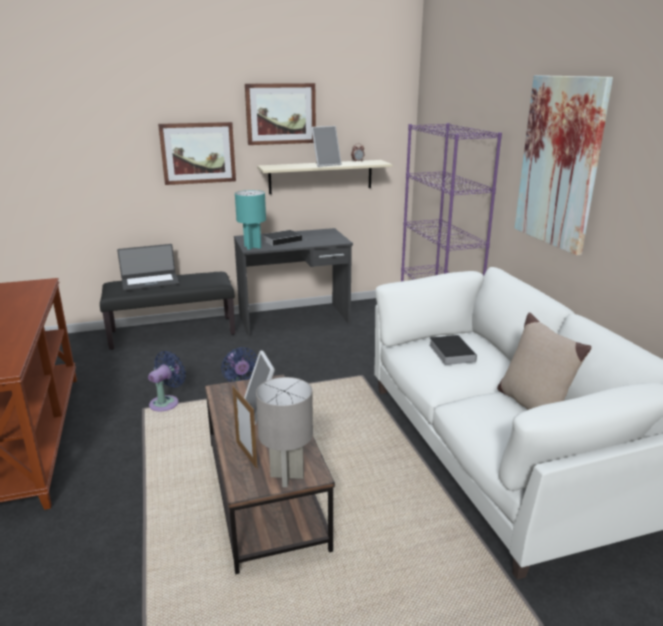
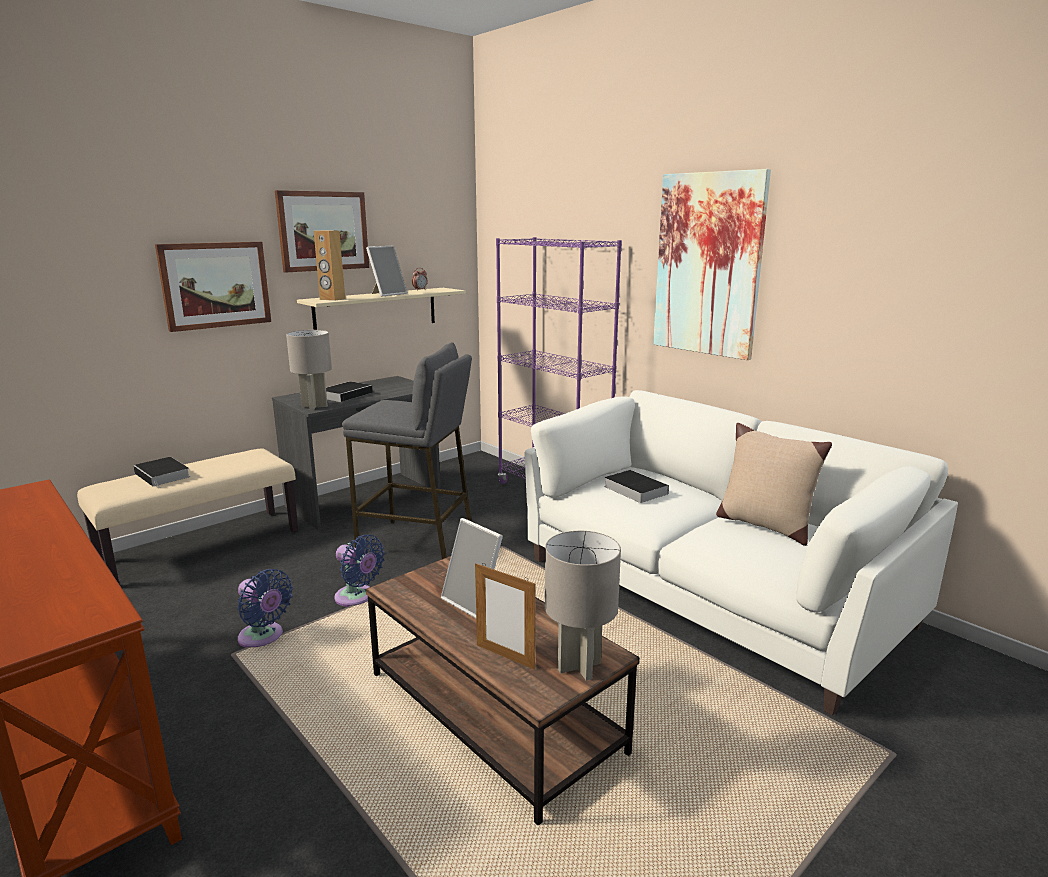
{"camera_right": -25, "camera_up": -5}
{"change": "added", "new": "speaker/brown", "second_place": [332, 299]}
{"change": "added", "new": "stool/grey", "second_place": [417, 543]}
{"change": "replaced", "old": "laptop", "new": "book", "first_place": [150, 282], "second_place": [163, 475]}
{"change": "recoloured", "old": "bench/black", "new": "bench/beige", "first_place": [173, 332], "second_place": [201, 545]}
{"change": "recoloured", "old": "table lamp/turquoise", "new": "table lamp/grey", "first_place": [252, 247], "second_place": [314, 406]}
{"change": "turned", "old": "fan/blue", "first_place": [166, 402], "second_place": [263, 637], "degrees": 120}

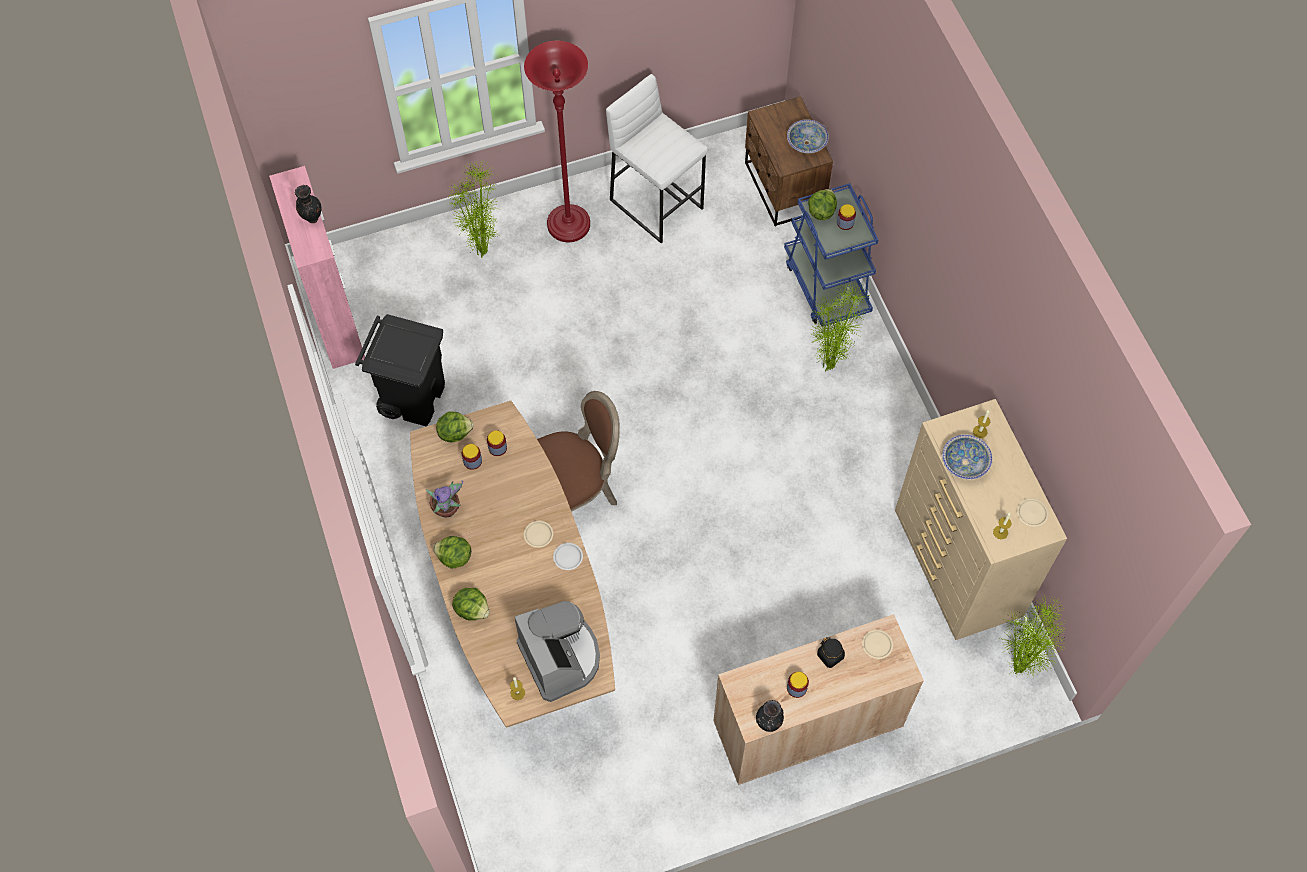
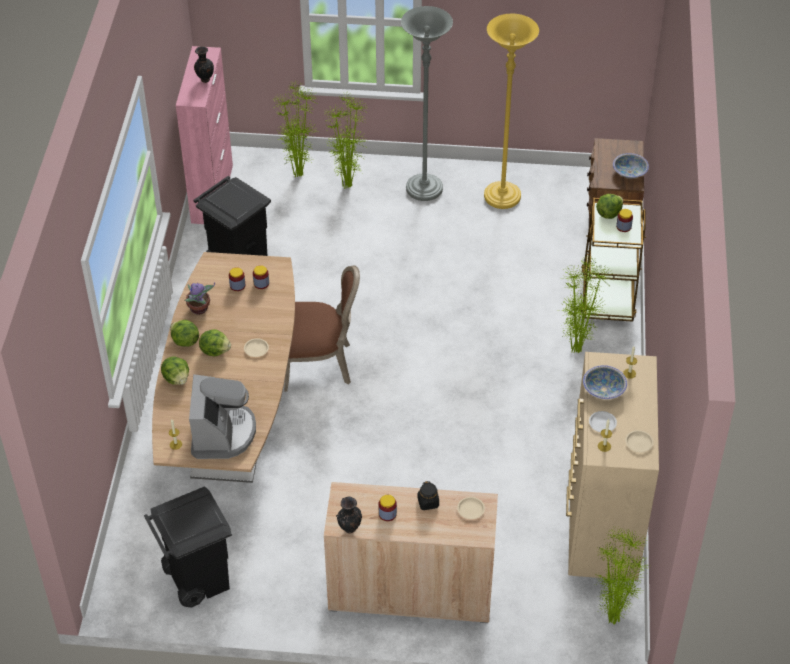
{"camera_right": 25, "camera_up": -15}
{"change": "added", "new": "trash can/black", "second_place": [196, 579]}
{"change": "added", "new": "potted plant", "second_place": [299, 175]}
{"change": "moved", "old": "lettuce", "first_place": [455, 433], "second_place": [215, 350]}
{"change": "moved", "old": "plate/white", "first_place": [568, 557], "second_place": [602, 423]}
{"change": "replaced", "old": "stool/white", "new": "floor lamp/yellow", "first_place": [657, 203], "second_place": [502, 197]}
{"change": "recoloured", "old": "floor lamp/red", "new": "floor lamp/grey", "first_place": [568, 225], "second_place": [424, 189]}
{"change": "recoloured", "old": "cart/blue", "new": "cart/brown", "first_place": [826, 285], "second_place": [607, 294]}

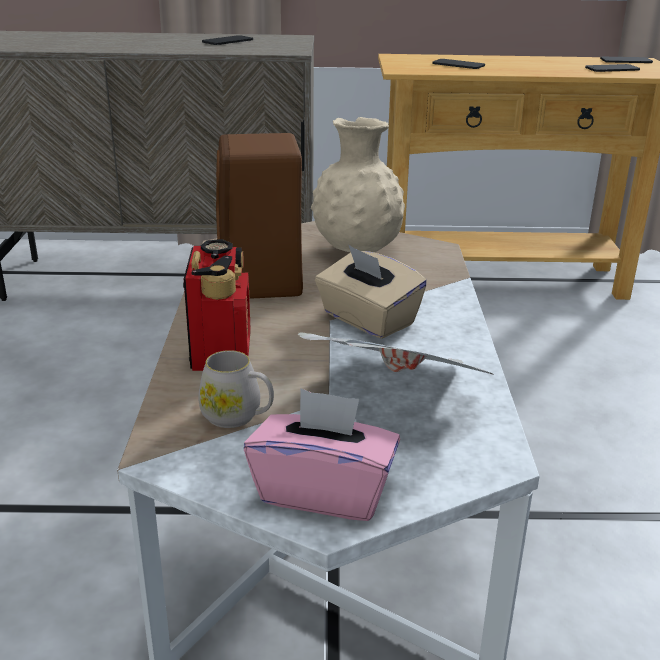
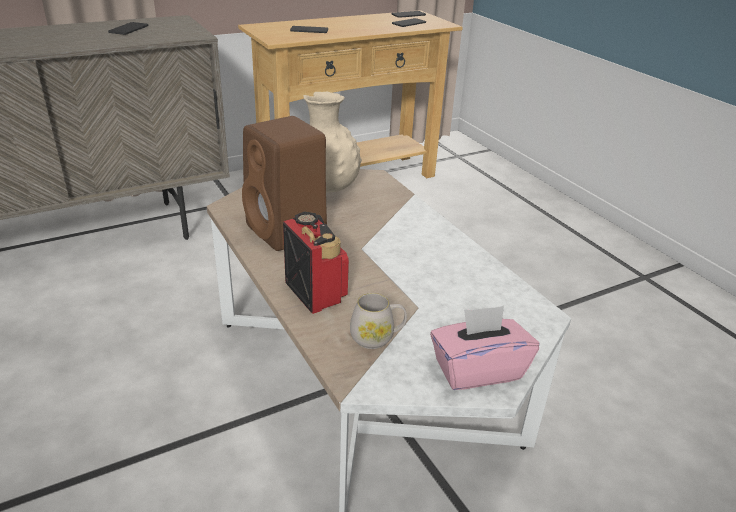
{"camera_right": -30, "camera_up": 5}
{"change": "removed", "old": "newspaper", "first_place": [399, 398]}
{"change": "removed", "old": "tissue box/beige", "first_place": [367, 320]}

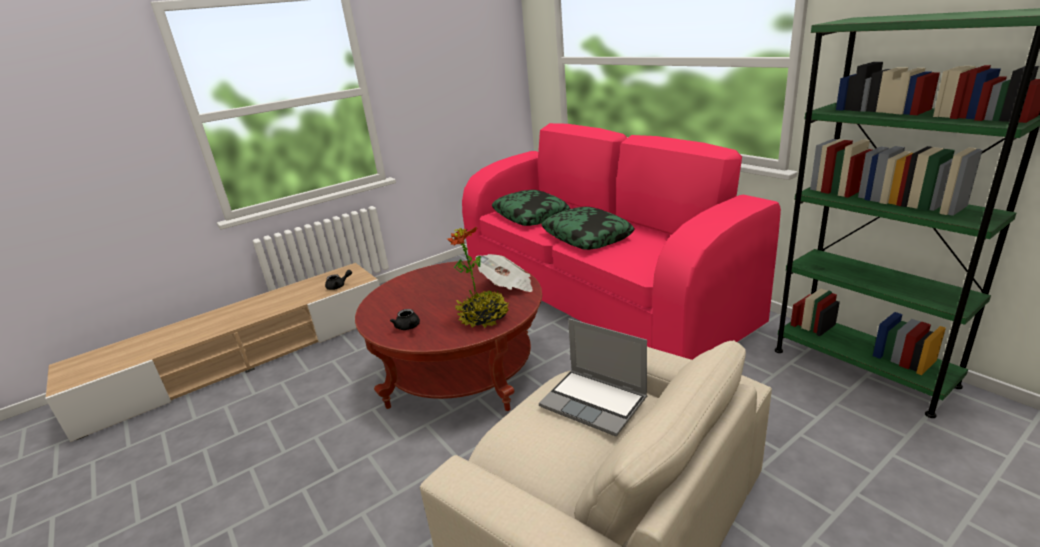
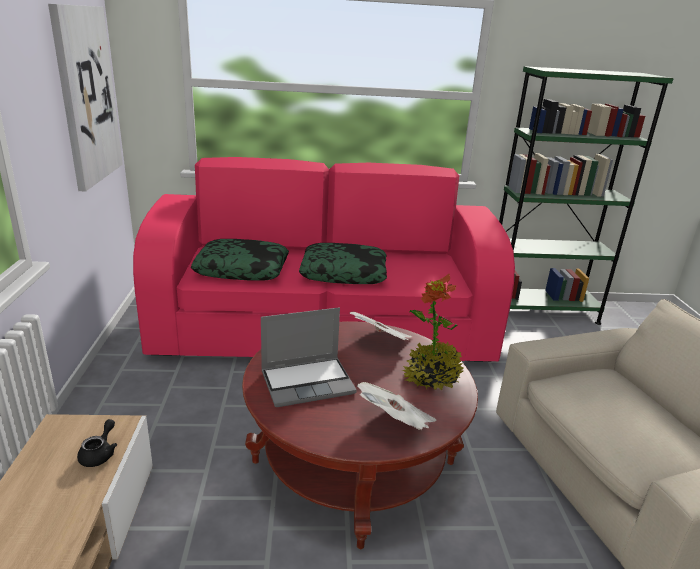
{"camera_right": -60, "camera_up": 0}
{"change": "added", "new": "picture", "second_place": [87, 96]}
{"change": "moved", "old": "laptop", "first_place": [595, 402], "second_place": [308, 382]}
{"change": "replaced", "old": "teapot/black", "new": "newspaper", "first_place": [409, 327], "second_place": [396, 423]}

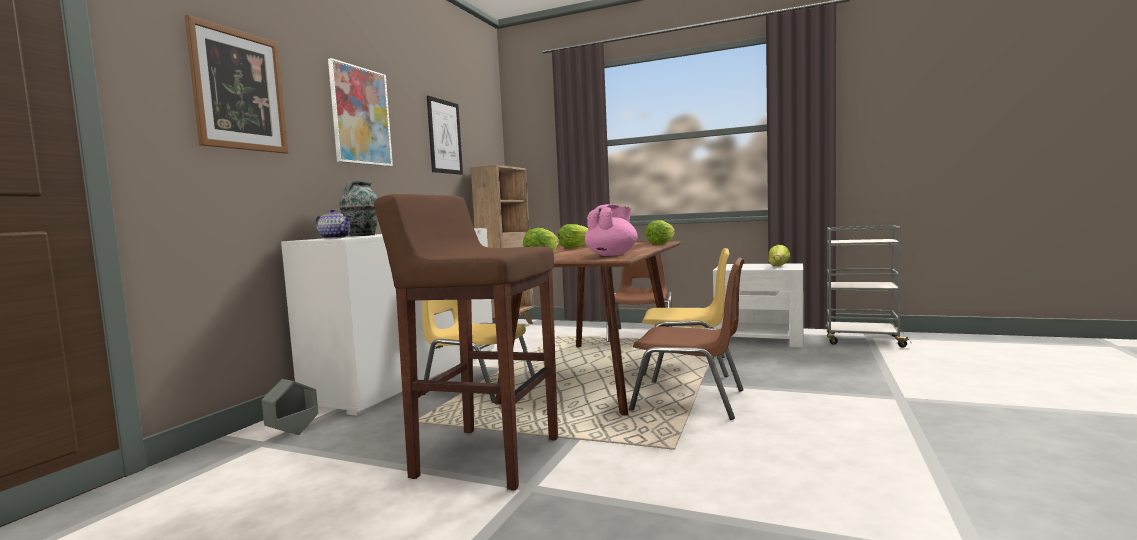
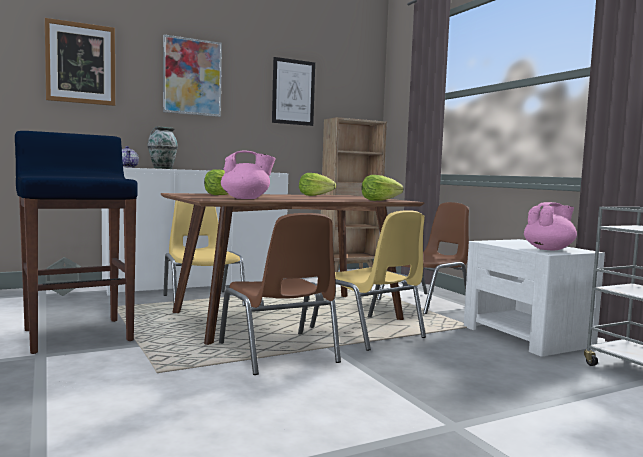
{"camera_right": 40, "camera_up": 0}
{"change": "replaced", "old": "lettuce", "new": "teapot/pink", "first_place": [779, 266], "second_place": [549, 249]}
{"change": "recoloured", "old": "stool/brown", "new": "stool/blue", "first_place": [486, 457], "second_place": [78, 334]}

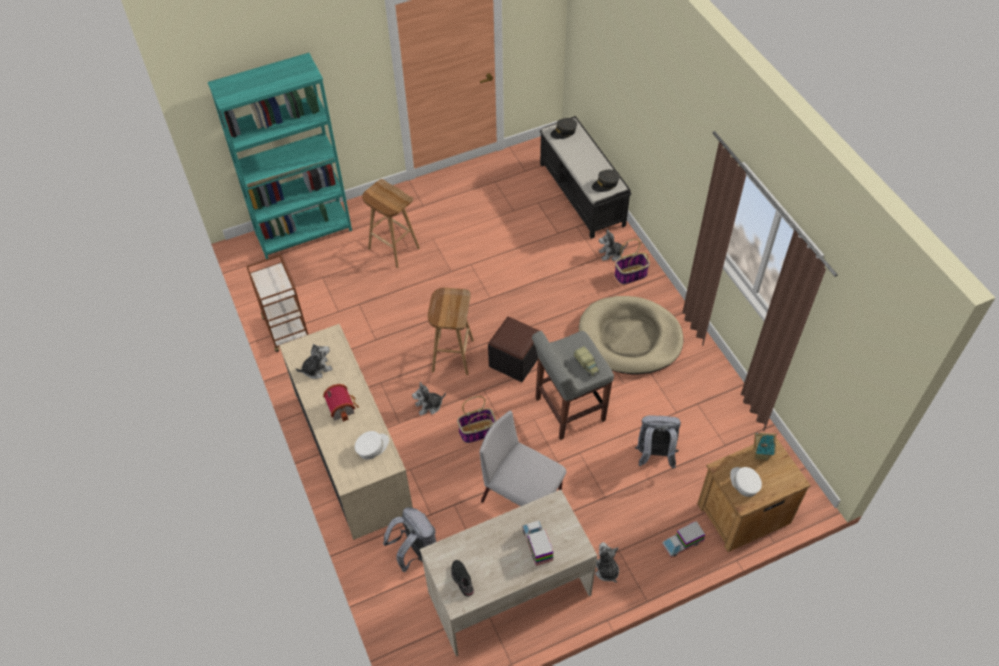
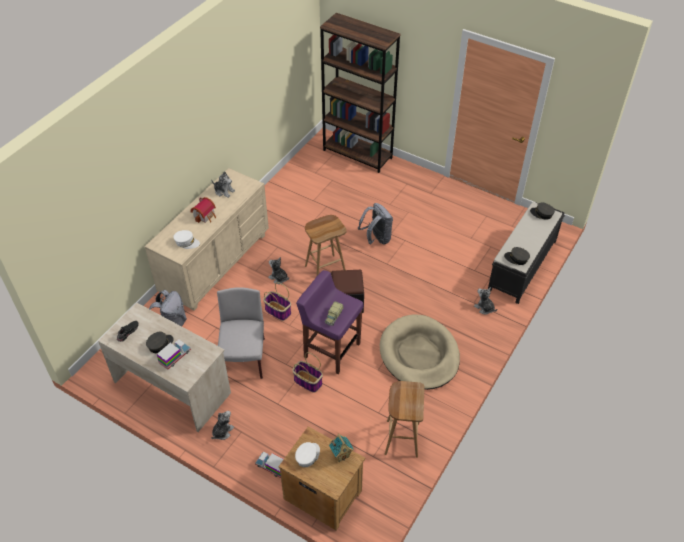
{"camera_right": 55, "camera_up": -5}
{"change": "removed", "old": "cart/brown", "first_place": [287, 330]}
{"change": "added", "new": "cap/grey", "second_place": [160, 344]}
{"change": "moved", "old": "stool/brown", "first_place": [393, 248], "second_place": [401, 438]}
{"change": "moved", "old": "basket", "first_place": [630, 275], "second_place": [307, 381]}
{"change": "moved", "old": "backpack/grey", "first_place": [654, 455], "second_place": [376, 239]}
{"change": "recoloured", "old": "bookcase/turquoise", "new": "bookcase/brown", "first_place": [304, 232], "second_place": [357, 154]}
{"change": "recoloured", "old": "stool/grey", "new": "stool/purple", "first_place": [568, 410], "second_place": [331, 350]}

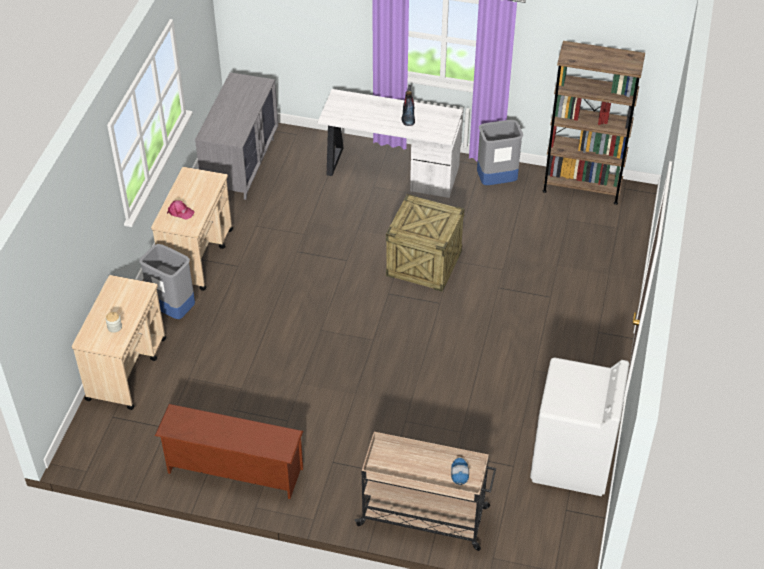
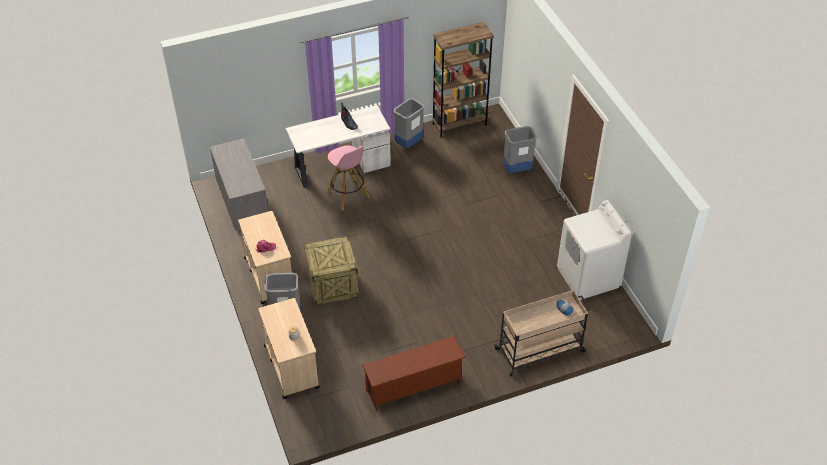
{"camera_right": -35, "camera_up": 0}
{"change": "added", "new": "stool/pink", "second_place": [348, 196]}
{"change": "added", "new": "trash can/grey", "second_place": [517, 169]}
{"change": "moved", "old": "crate", "first_place": [424, 263], "second_place": [332, 284]}

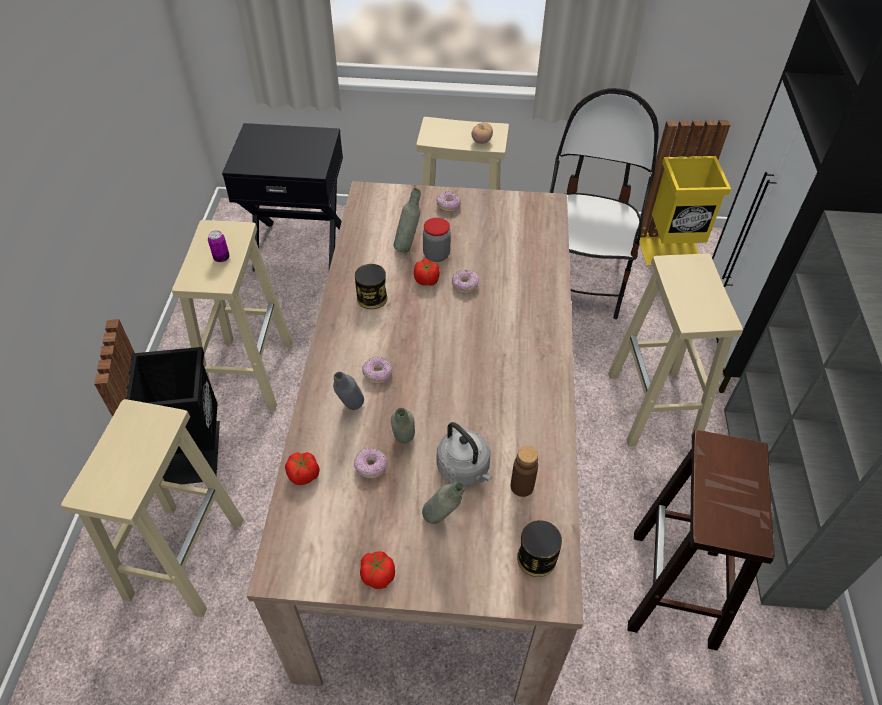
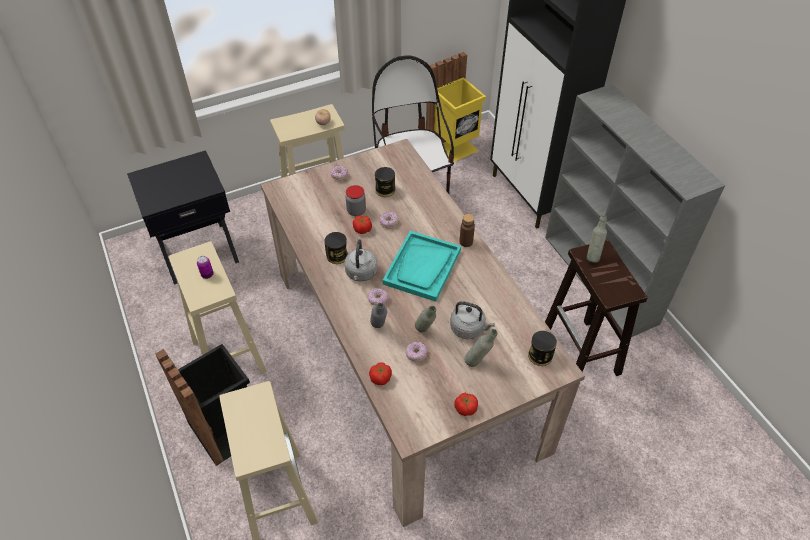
{"camera_right": -30, "camera_up": 0}
{"change": "removed", "old": "stool/beige", "first_place": [653, 408]}
{"change": "added", "new": "kettle/grey", "second_place": [361, 274]}
{"change": "added", "new": "can", "second_place": [385, 190]}
{"change": "added", "new": "tray/turquoise", "second_place": [422, 267]}
{"change": "moved", "old": "bottle/grey", "first_place": [408, 246], "second_place": [592, 256]}
{"change": "moved", "old": "bottle/brown", "first_place": [522, 486], "second_place": [466, 242]}

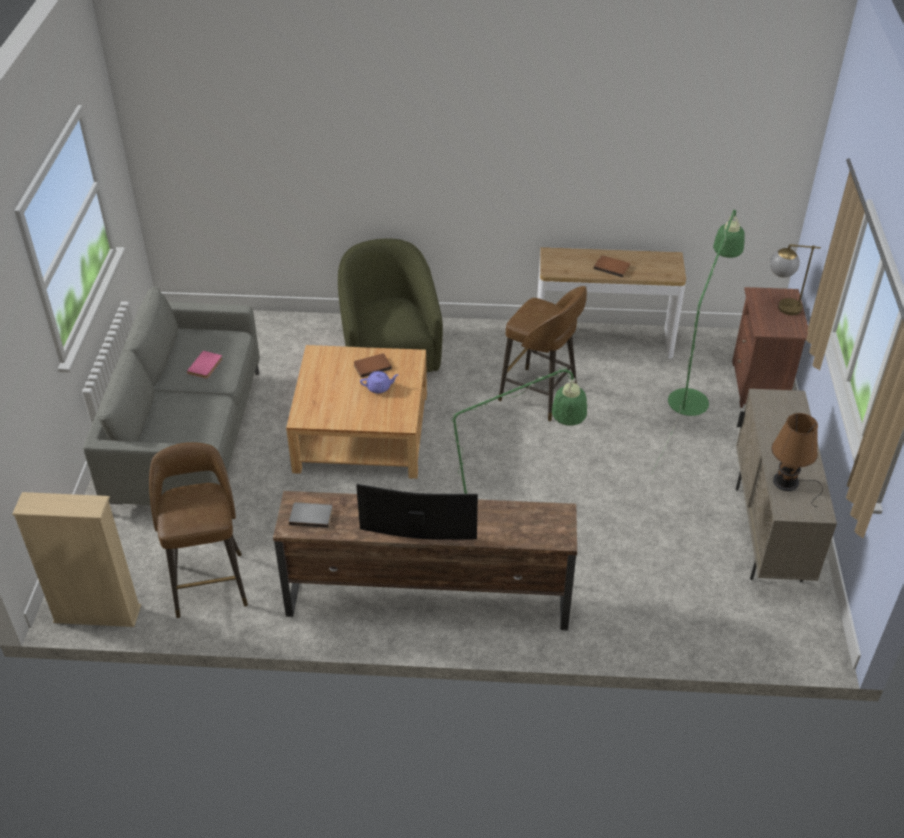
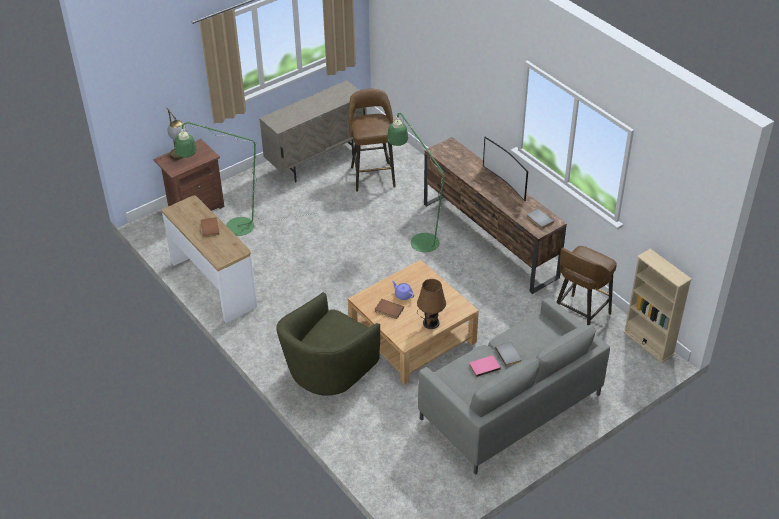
{"camera_right": -130, "camera_up": 0}
{"change": "added", "new": "book/grey", "second_place": [509, 354]}
{"change": "moved", "old": "stool/brown", "first_place": [540, 395], "second_place": [372, 176]}
{"change": "moved", "old": "table lamp/brown", "first_place": [789, 483], "second_place": [430, 321]}

